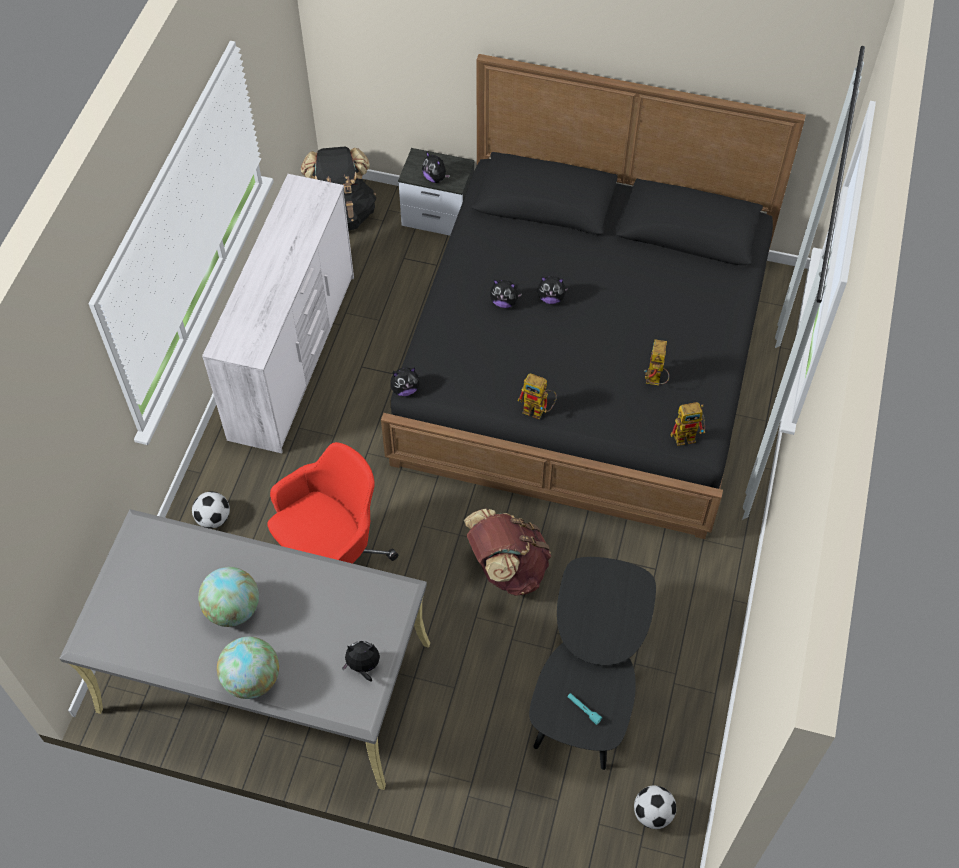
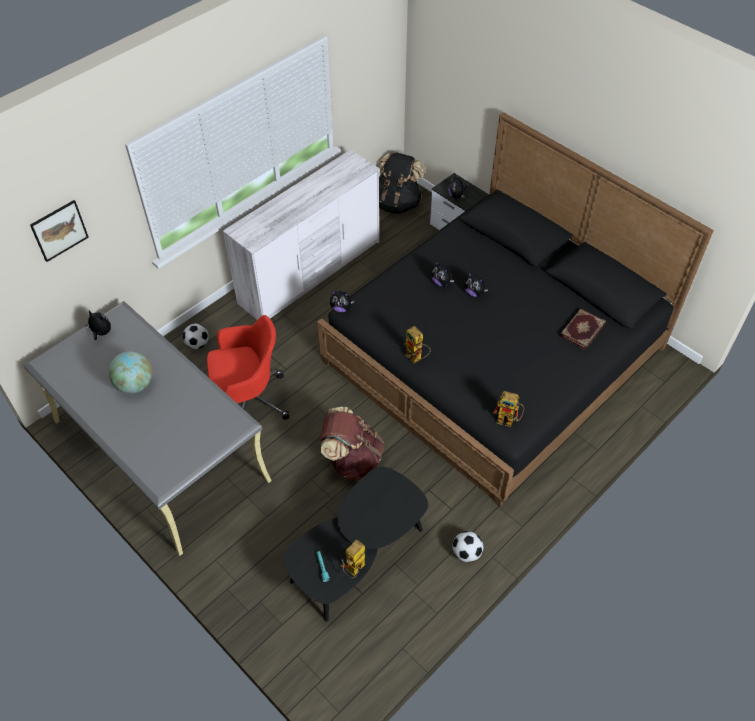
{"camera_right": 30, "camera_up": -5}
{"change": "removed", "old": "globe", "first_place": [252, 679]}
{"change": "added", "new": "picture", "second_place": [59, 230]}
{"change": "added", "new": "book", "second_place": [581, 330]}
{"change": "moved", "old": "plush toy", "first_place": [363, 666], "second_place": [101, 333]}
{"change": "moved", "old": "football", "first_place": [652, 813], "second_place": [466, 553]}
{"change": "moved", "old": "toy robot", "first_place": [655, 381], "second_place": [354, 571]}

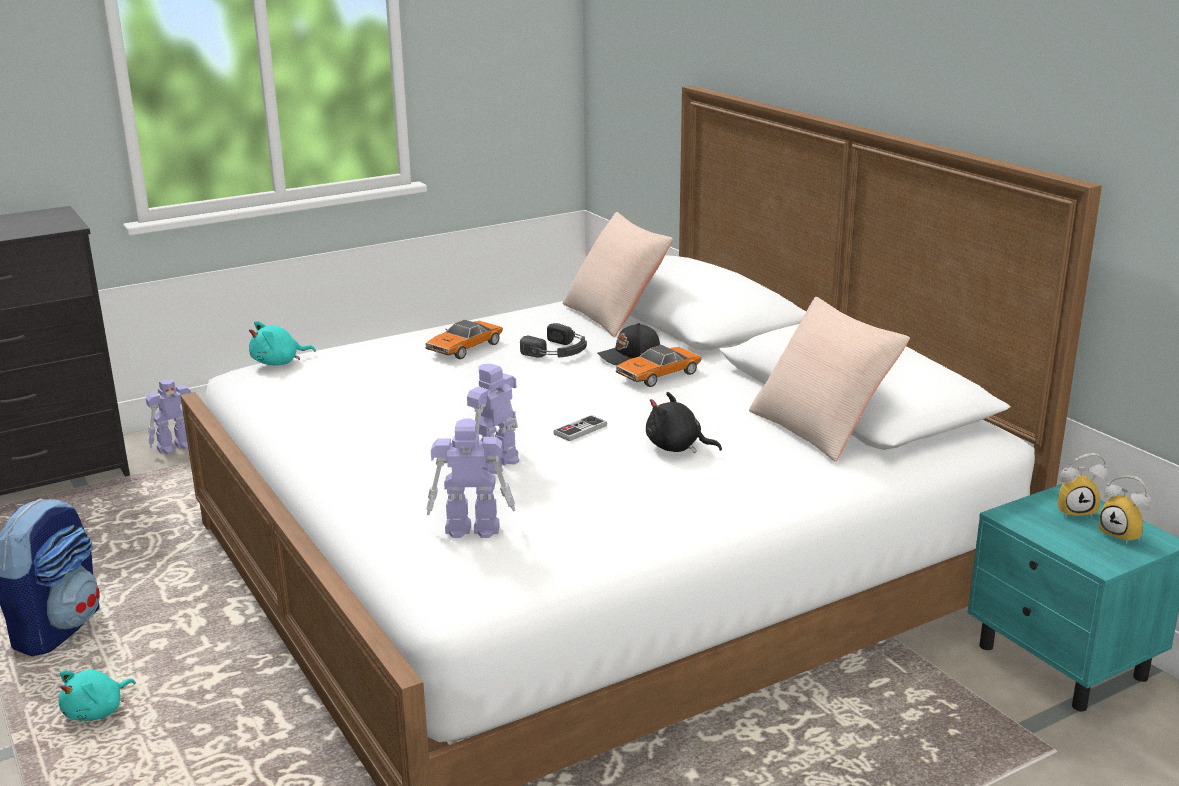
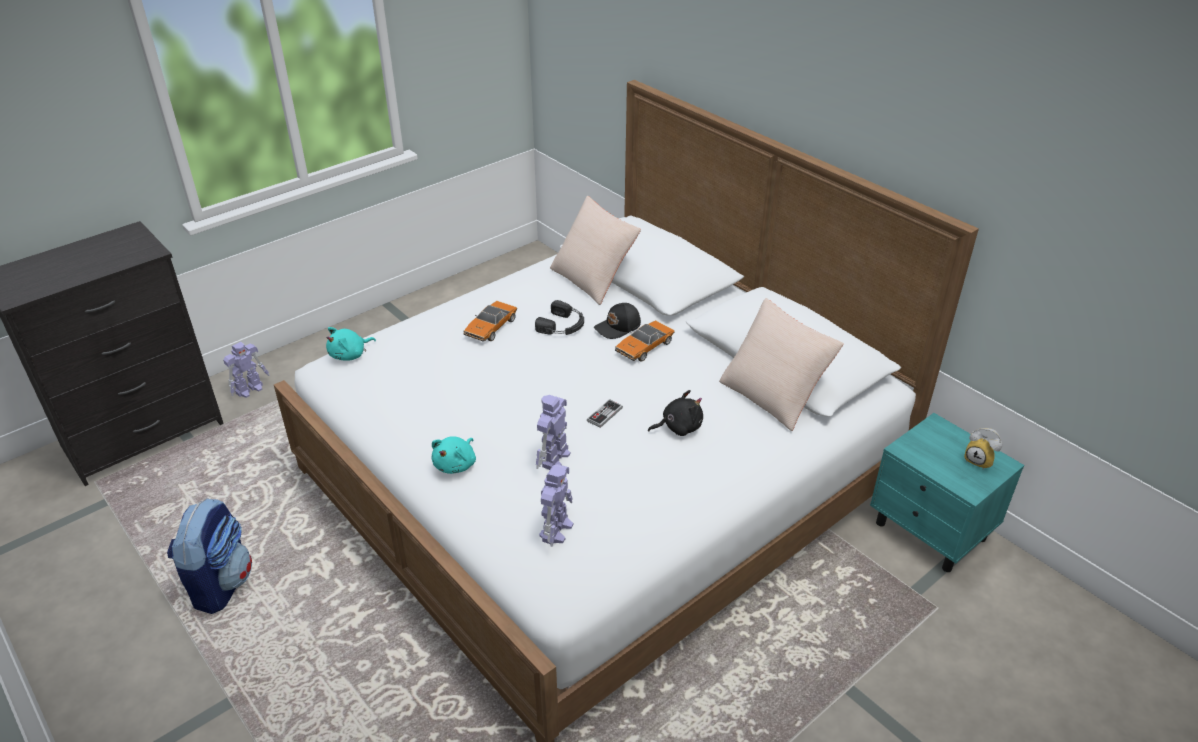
{"camera_right": -10, "camera_up": 15}
{"change": "removed", "old": "alarm clock", "first_place": [1076, 510]}
{"change": "moved", "old": "plush toy/turquoise", "first_place": [97, 711], "second_place": [456, 464]}
{"change": "turned", "old": "toy robot", "first_place": [471, 529], "second_place": [557, 529], "degrees": 120}
{"change": "turned", "old": "plush toy/black", "first_place": [677, 447], "second_place": [678, 427], "degrees": 150}

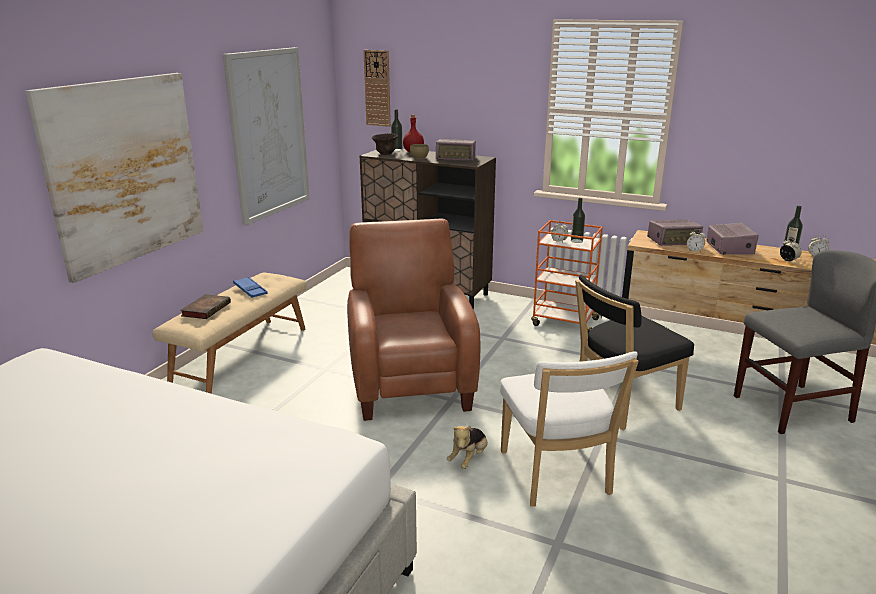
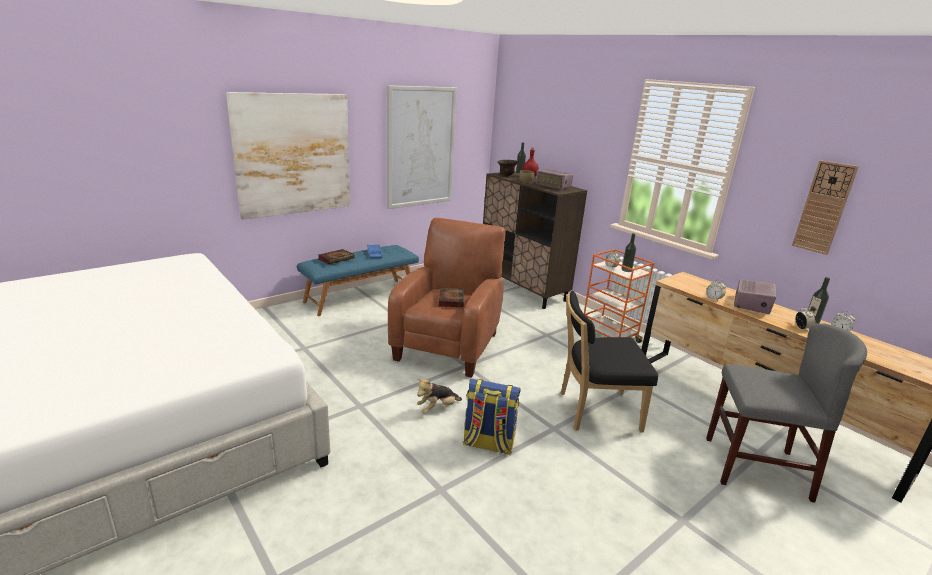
{"camera_right": 25, "camera_up": 0}
{"change": "removed", "old": "radio", "first_place": [673, 242]}
{"change": "added", "new": "book", "second_place": [450, 299]}
{"change": "moved", "old": "wall clock", "first_place": [377, 88], "second_place": [823, 207]}
{"change": "replaced", "old": "chair/white", "new": "backpack", "first_place": [556, 476], "second_place": [488, 444]}
{"change": "recoloured", "old": "bench/beige", "new": "bench/blue", "first_place": [241, 354], "second_place": [360, 296]}

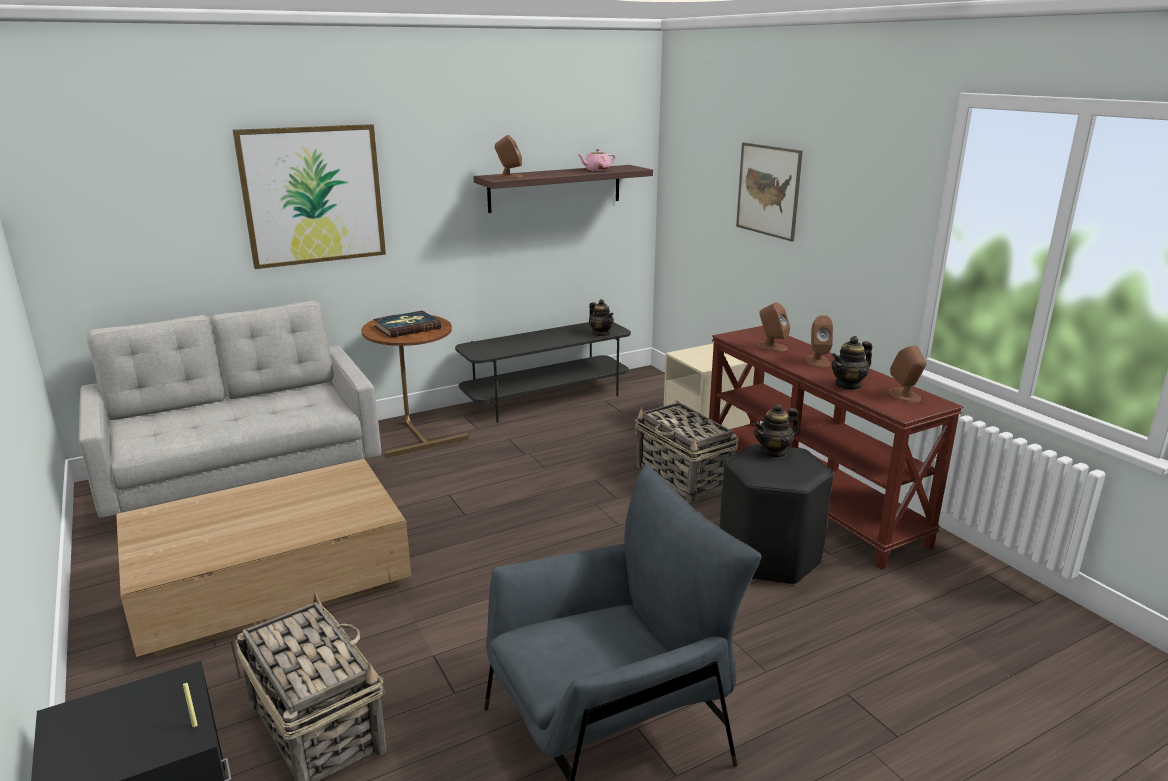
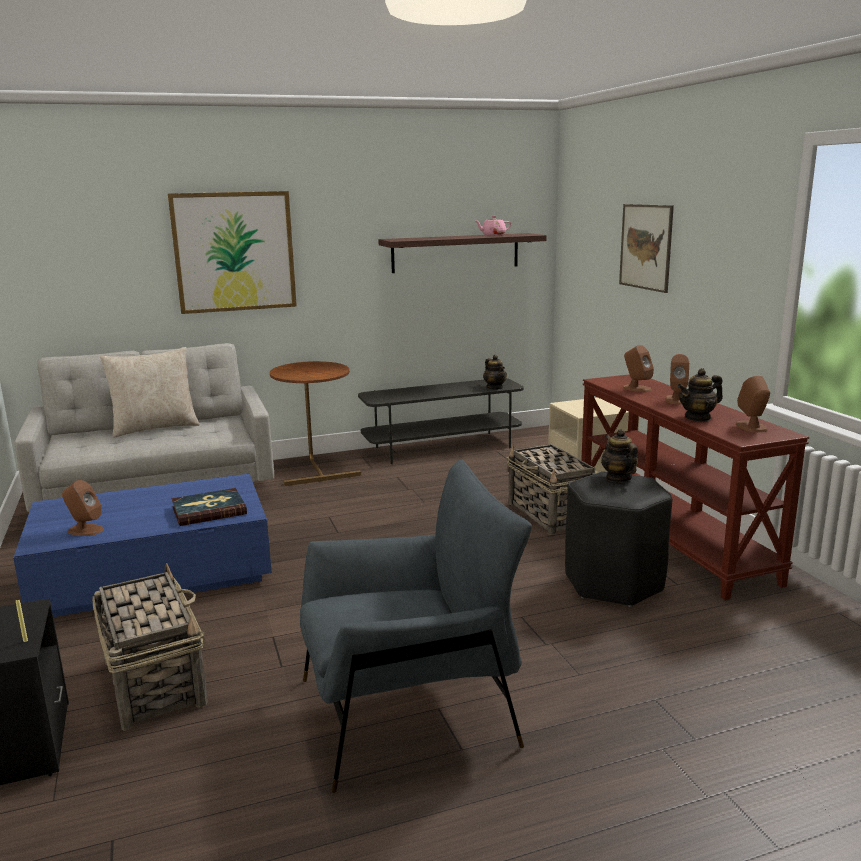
{"camera_right": 10, "camera_up": -5}
{"change": "added", "new": "pillow/beige", "second_place": [155, 428]}
{"change": "moved", "old": "book", "first_place": [407, 327], "second_place": [209, 510]}
{"change": "moved", "old": "speaker/brown", "first_place": [509, 176], "second_place": [85, 530]}
{"change": "recoloured", "old": "coffee table/brown", "new": "coffee table/blue", "first_place": [272, 583], "second_place": [155, 573]}
{"change": "turned", "old": "teapot", "first_place": [774, 452], "second_place": [618, 478], "degrees": 90}

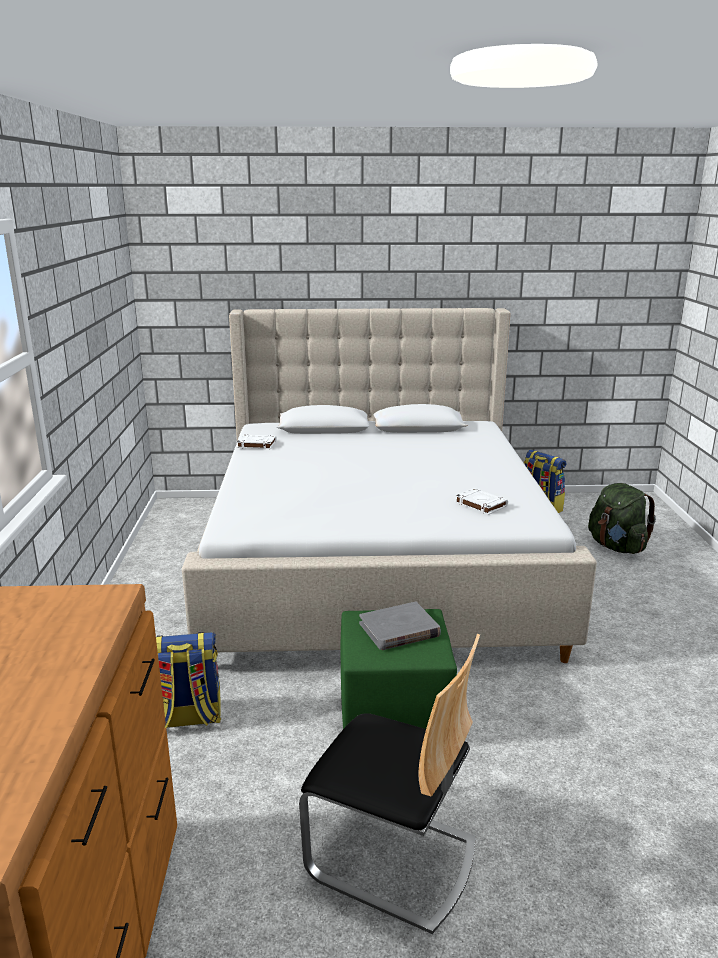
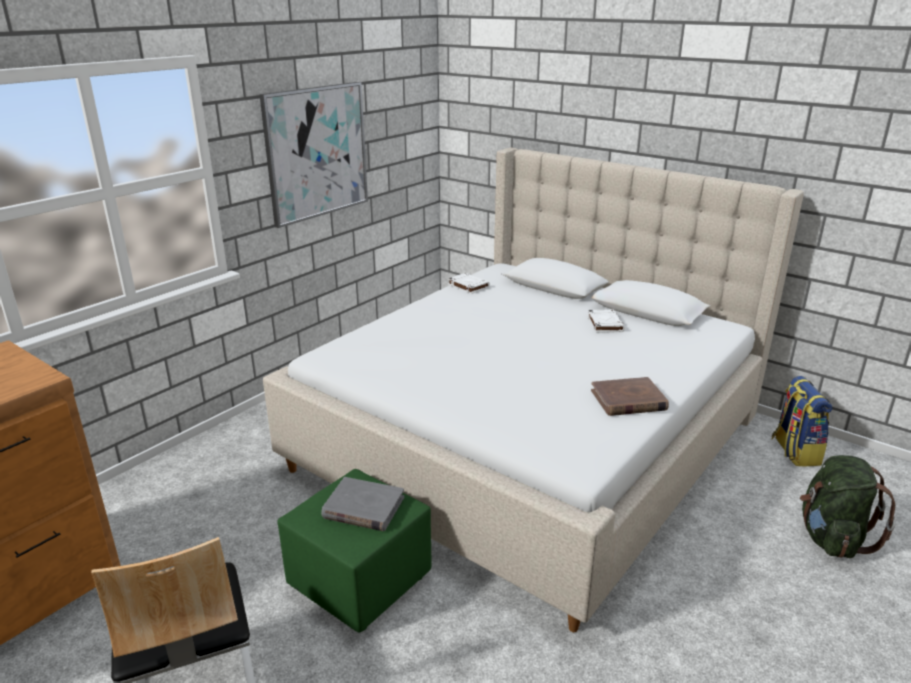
{"camera_right": 40, "camera_up": 5}
{"change": "removed", "old": "backpack", "first_place": [187, 718]}
{"change": "added", "new": "picture", "second_place": [317, 152]}
{"change": "added", "new": "book/brown", "second_place": [628, 400]}
{"change": "moved", "old": "book/white", "first_place": [480, 504], "second_place": [604, 324]}

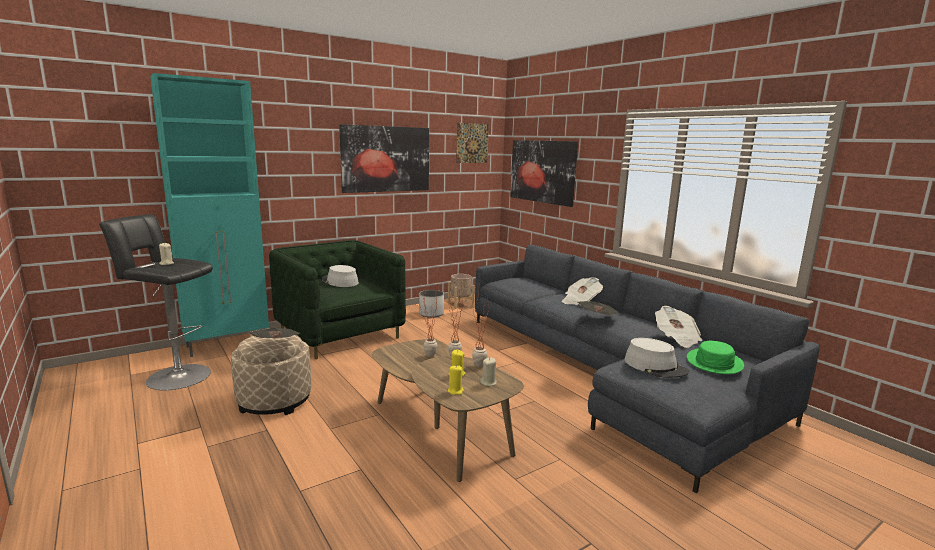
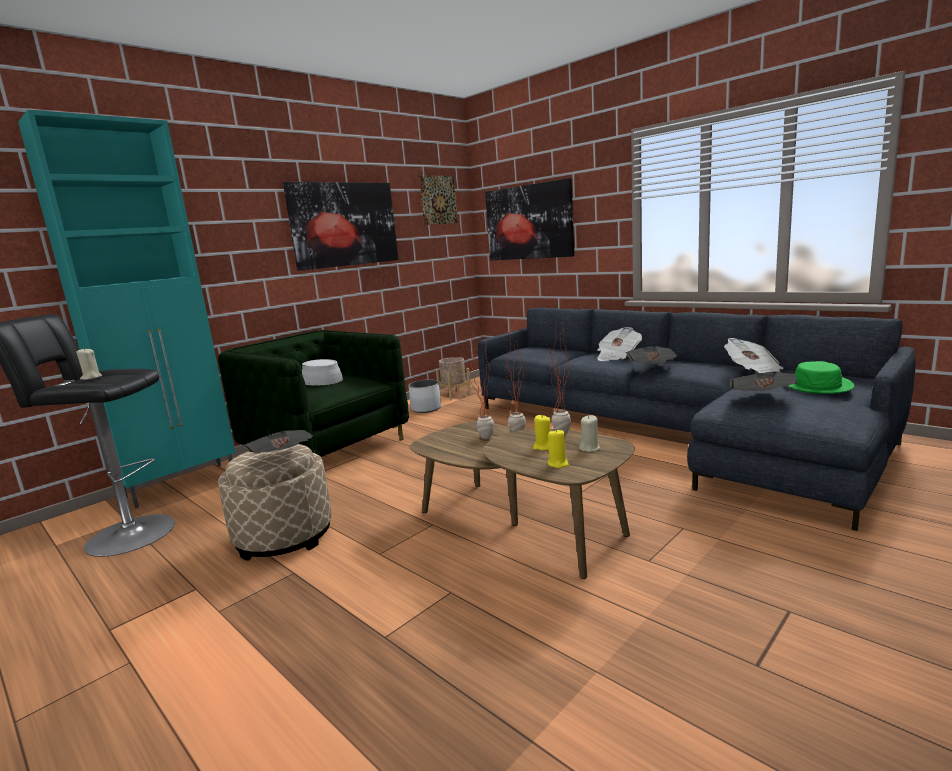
{"camera_right": -10, "camera_up": 0}
{"change": "replaced", "old": "hat/grey", "new": "newspaper", "first_place": [655, 366], "second_place": [761, 399]}

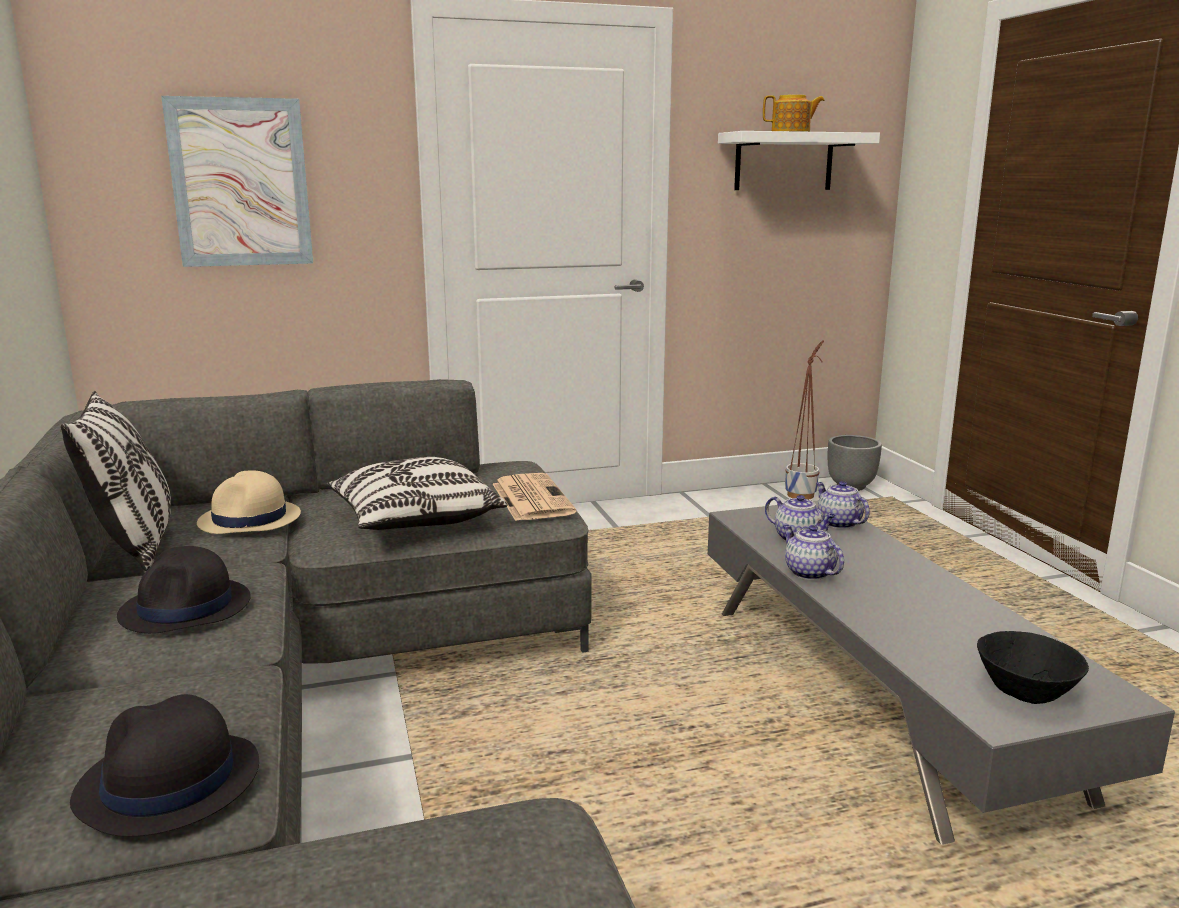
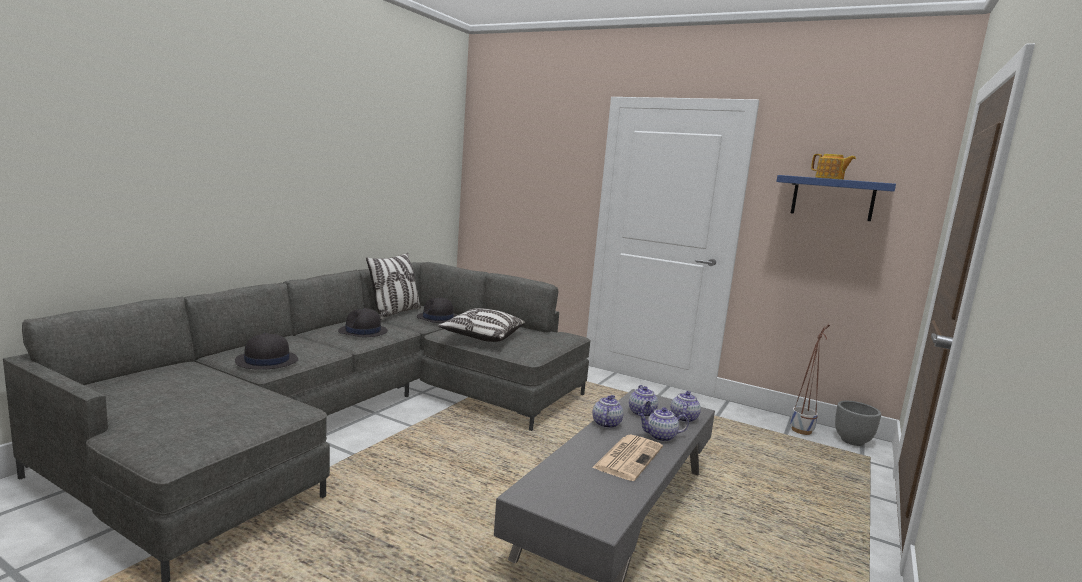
{"camera_right": 45, "camera_up": -5}
{"change": "removed", "old": "picture", "first_place": [240, 183]}
{"change": "removed", "old": "bowl/black", "first_place": [1026, 694]}
{"change": "added", "new": "teapot", "second_place": [660, 437]}
{"change": "moved", "old": "newspaper", "first_place": [531, 498], "second_place": [628, 457]}
{"change": "recoloured", "old": "hat/beige", "new": "hat/black", "first_place": [250, 520], "second_place": [437, 318]}
{"change": "recoloured", "old": "shelf/white", "new": "shelf/blue", "first_place": [784, 162], "second_place": [832, 198]}

